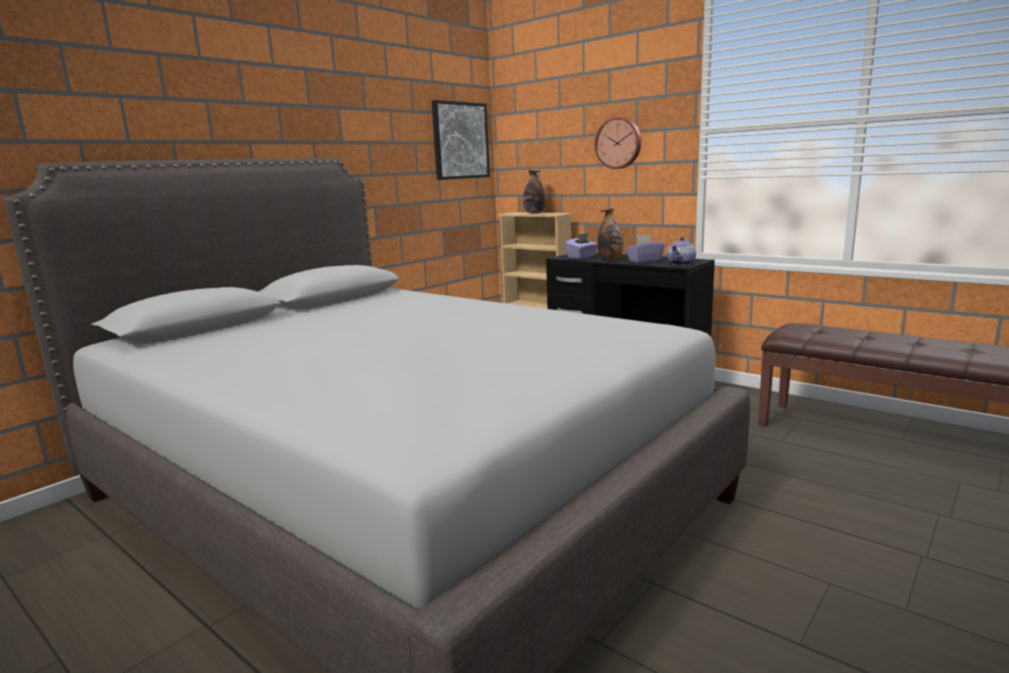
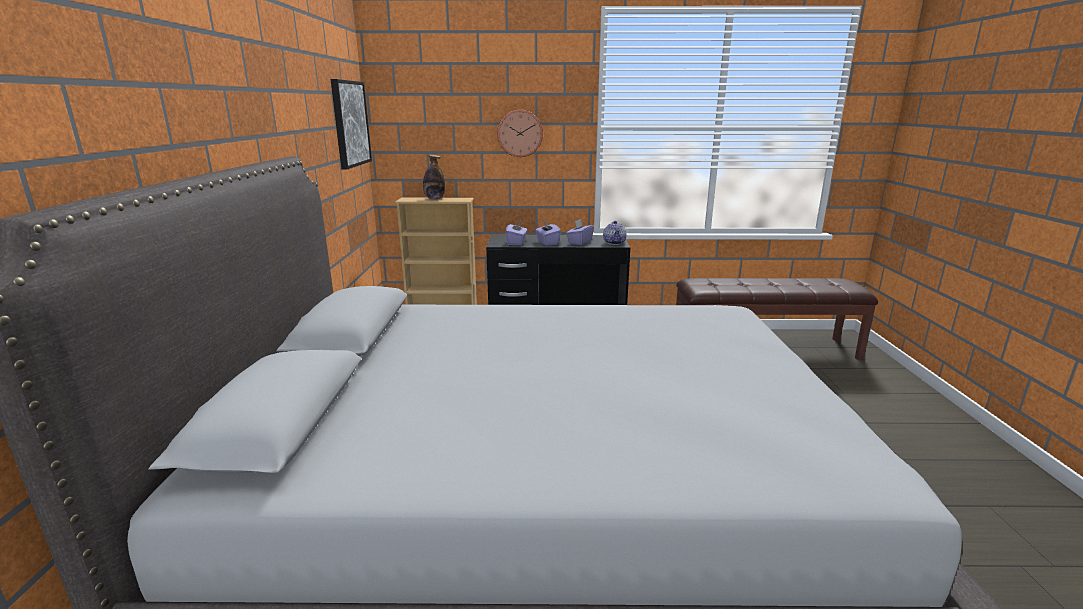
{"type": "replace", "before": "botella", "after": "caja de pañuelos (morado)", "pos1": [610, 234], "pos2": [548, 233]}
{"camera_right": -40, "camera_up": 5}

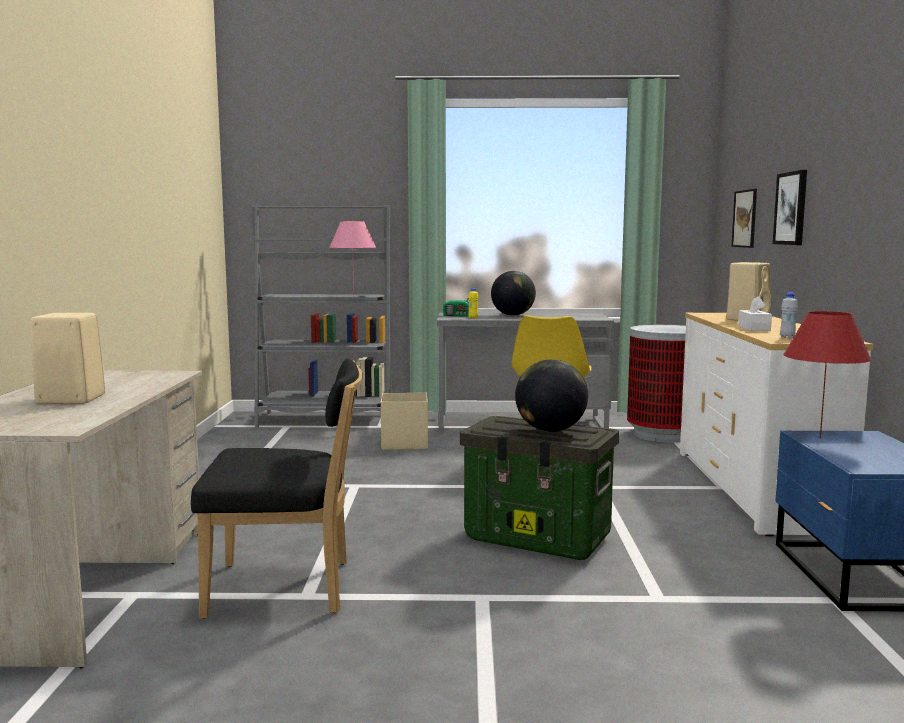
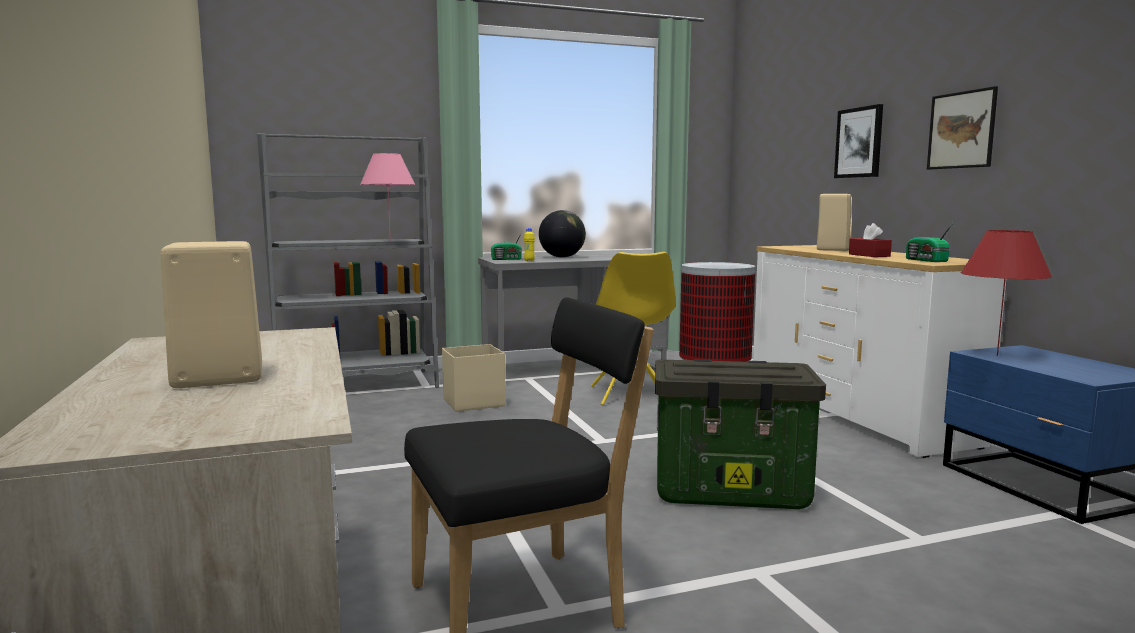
{"type": "recolor", "before": "caja de pañuelos (blanco)", "after": "caja de pañuelos (rojo)", "pos1": [755, 313], "pos2": [870, 240]}
{"type": "replace", "before": "botella (blanco)", "after": "radio", "pos1": [789, 315], "pos2": [930, 241]}
{"type": "move", "before": "cuadro", "pos1": [744, 218], "pos2": [962, 127]}
{"type": "delete", "before": "globo terráqueo", "pos1": [551, 395]}
{"camera_right": -20, "camera_up": 0}

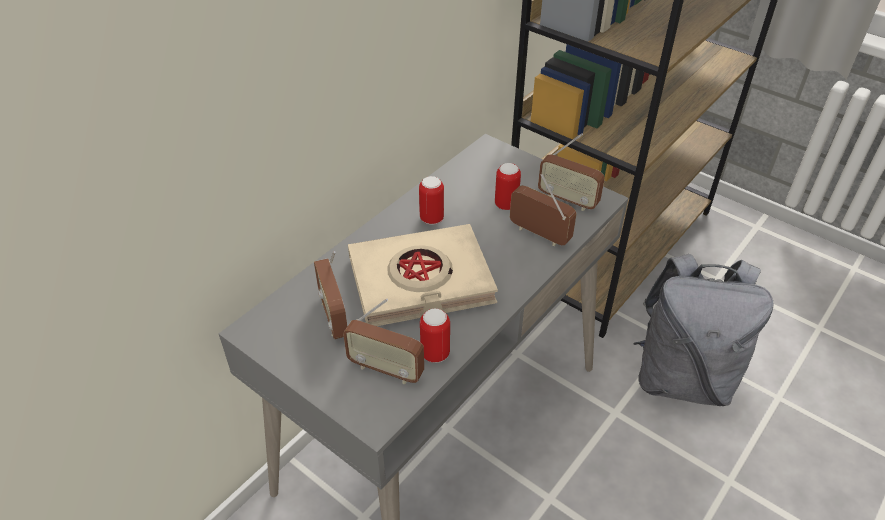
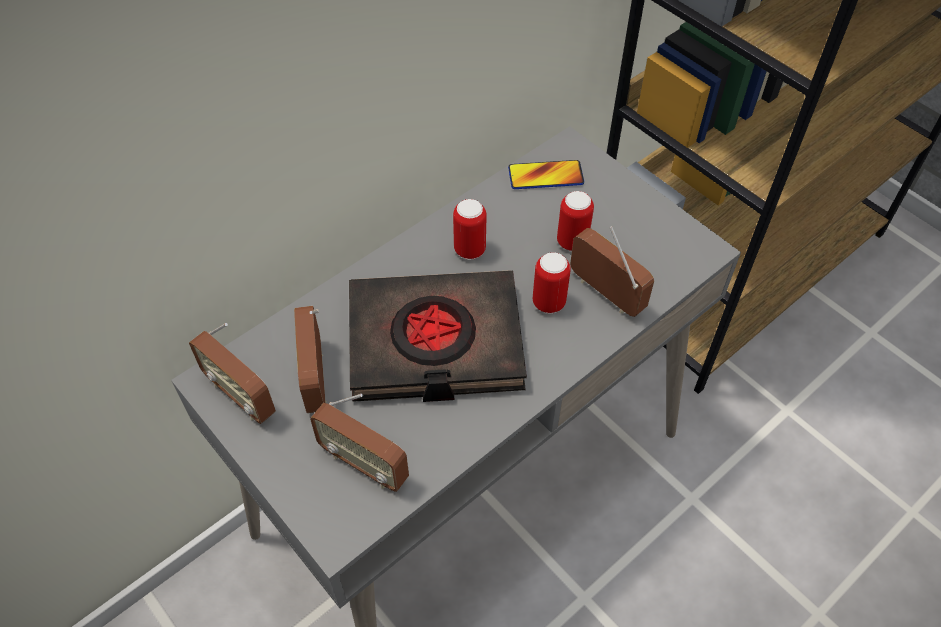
{"type": "move", "before": "radio", "pos1": [571, 172], "pos2": [232, 373]}
{"type": "recolor", "before": "libro (beis)", "after": "libro (negro)", "pos1": [423, 275], "pos2": [438, 336]}
{"type": "insert", "after": "móvil", "pos2": [546, 174]}
{"type": "move", "before": "lata", "pos1": [435, 335], "pos2": [552, 282]}
{"type": "delete", "before": "mochila (gris)", "pos1": [703, 330]}
{"camera_right": 10, "camera_up": 10}

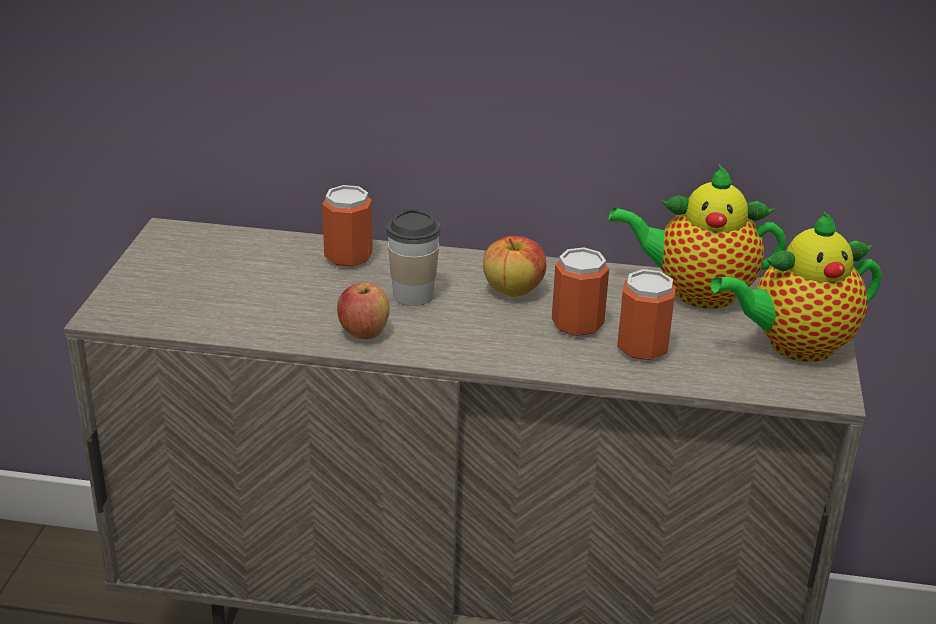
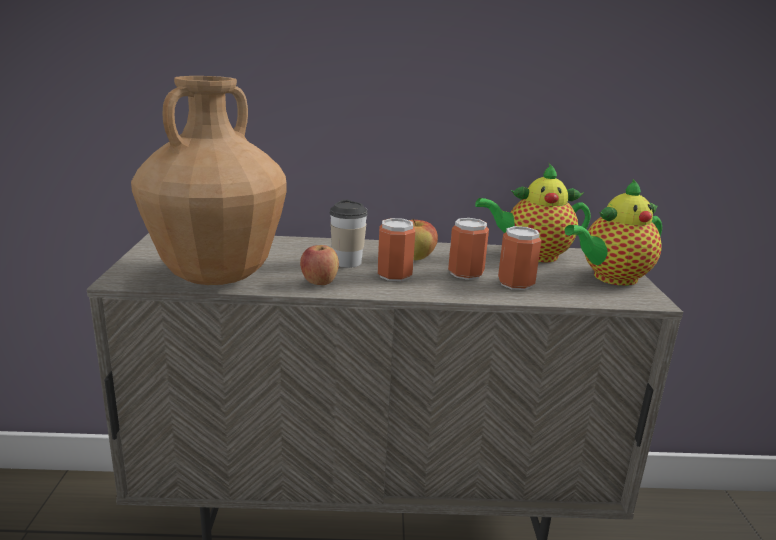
{"type": "insert", "after": "florero (marrón)", "pos2": [209, 180]}
{"type": "move", "before": "lata", "pos1": [347, 227], "pos2": [396, 249]}
{"camera_right": -10, "camera_up": -10}

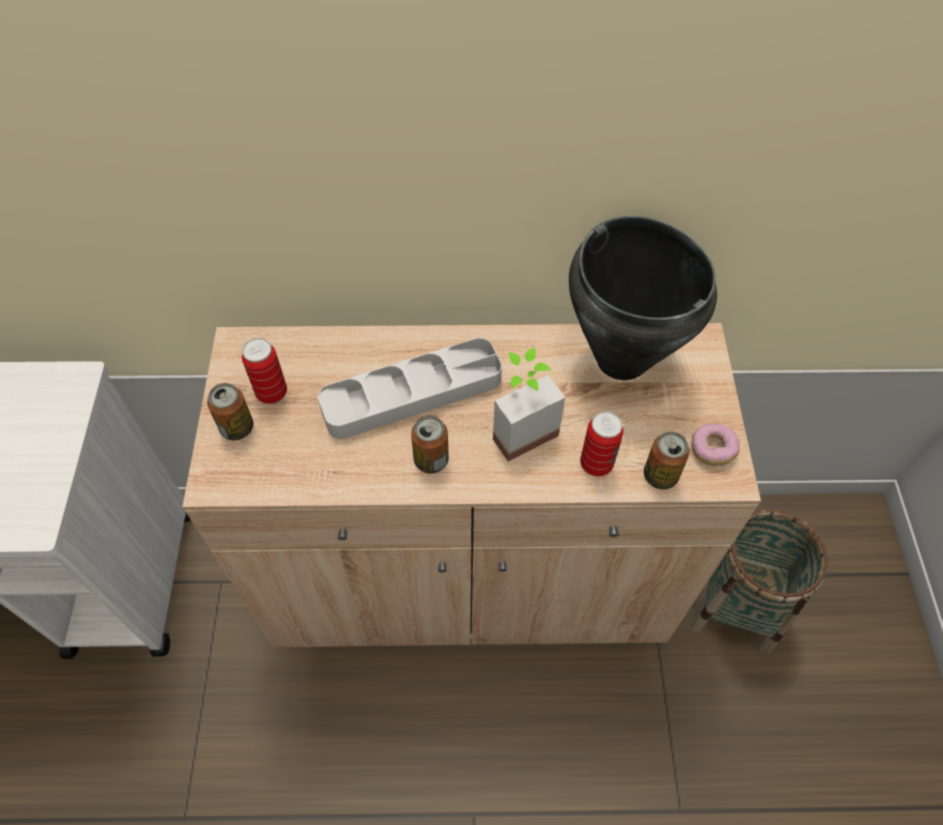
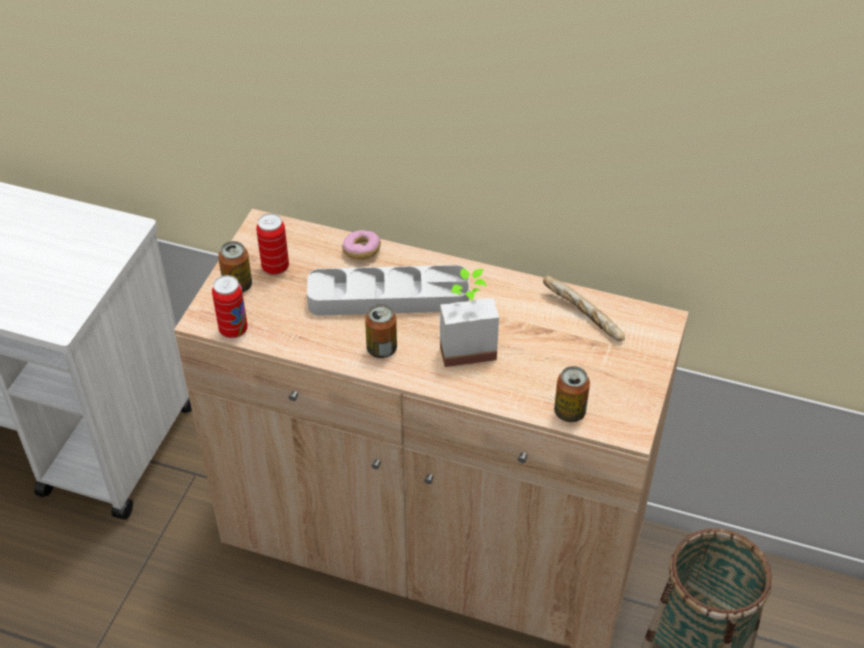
{"type": "move", "before": "lata", "pos1": [602, 444], "pos2": [230, 306]}
{"type": "move", "before": "rosquilla", "pos1": [716, 445], "pos2": [361, 245]}
{"type": "replace", "before": "olla (negro)", "after": "pan", "pos1": [643, 298], "pos2": [584, 308]}
{"camera_right": 20, "camera_up": -10}

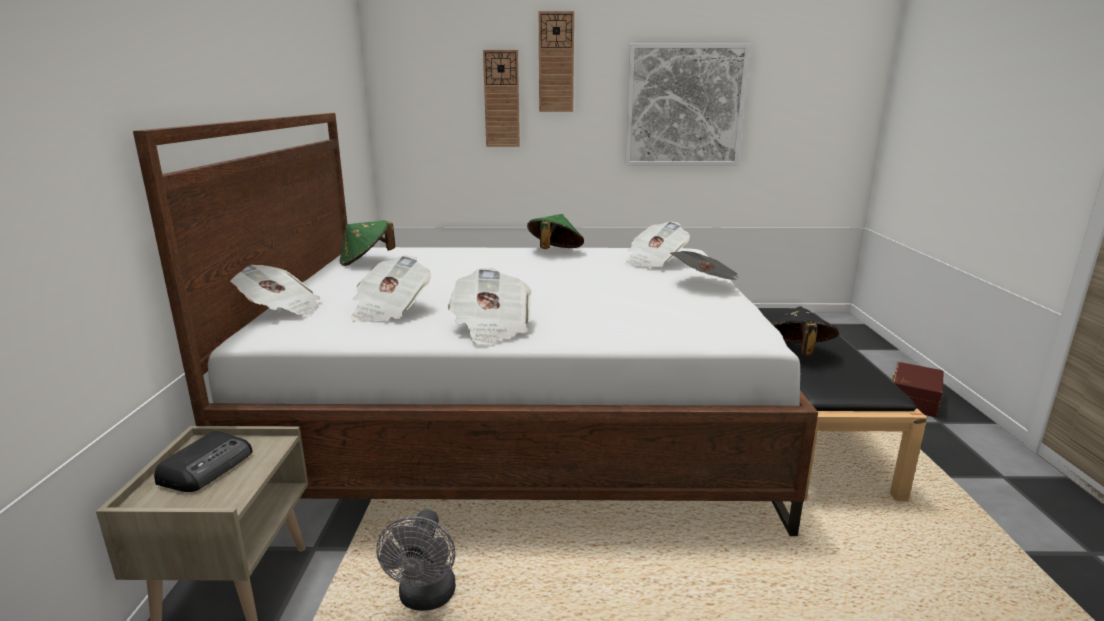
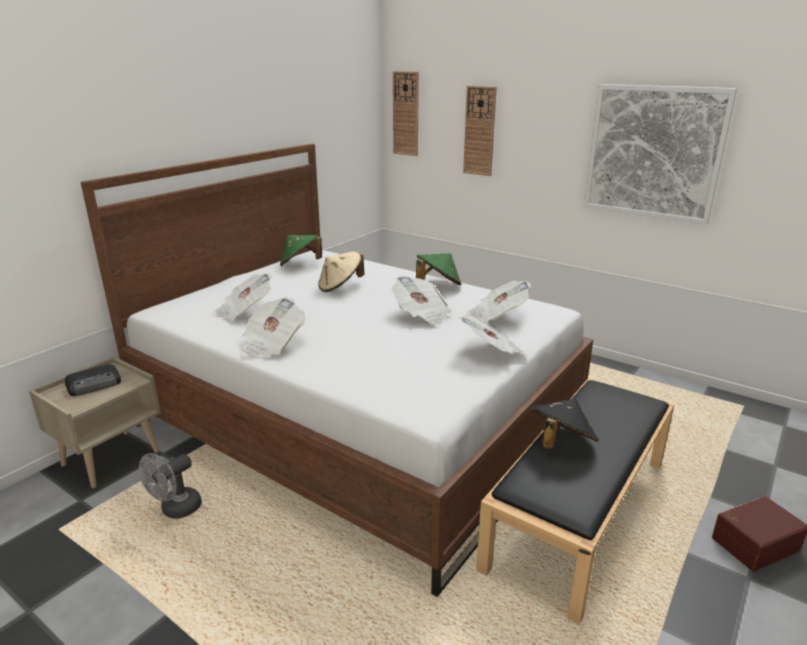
{"type": "insert", "after": "sombrero (beis)", "pos2": [341, 271]}
{"type": "move", "before": "periódico", "pos1": [275, 290], "pos2": [421, 300]}
{"type": "move", "before": "reloj de pared", "pos1": [556, 61], "pos2": [406, 113]}
{"camera_right": 35, "camera_up": 5}

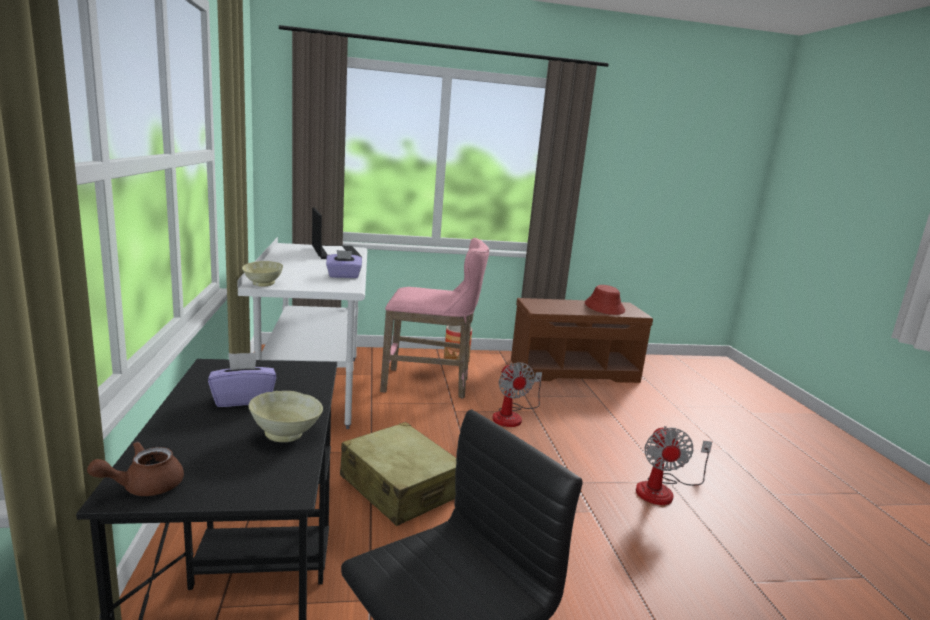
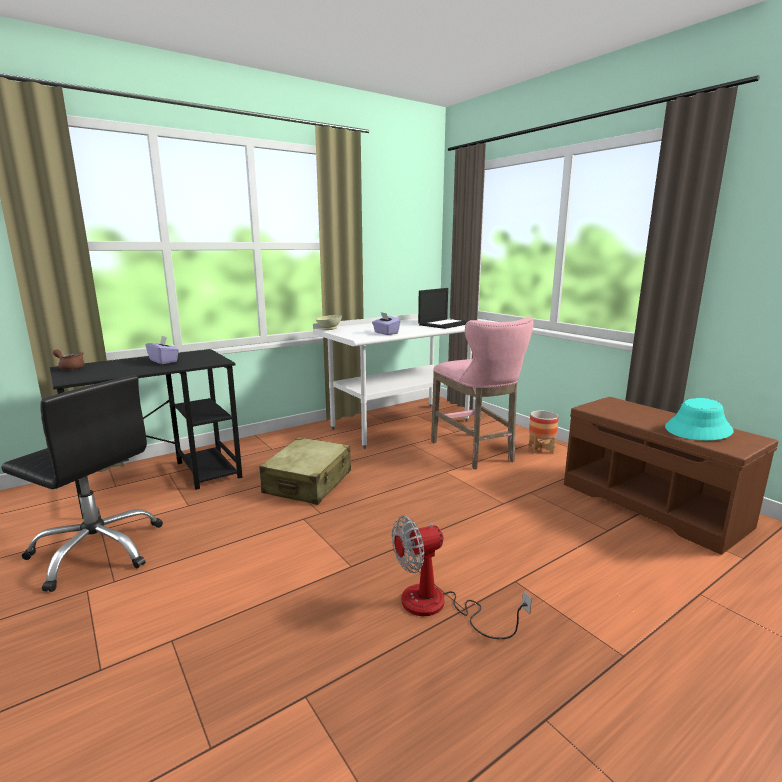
{"type": "recolor", "before": "sombrero (rojo)", "after": "sombrero (turquesa)", "pos1": [605, 300], "pos2": [699, 419]}
{"type": "delete", "before": "cuenco (beis)", "pos1": [286, 416]}
{"type": "delete", "before": "ventilador", "pos1": [517, 394]}
{"camera_right": 65, "camera_up": 0}

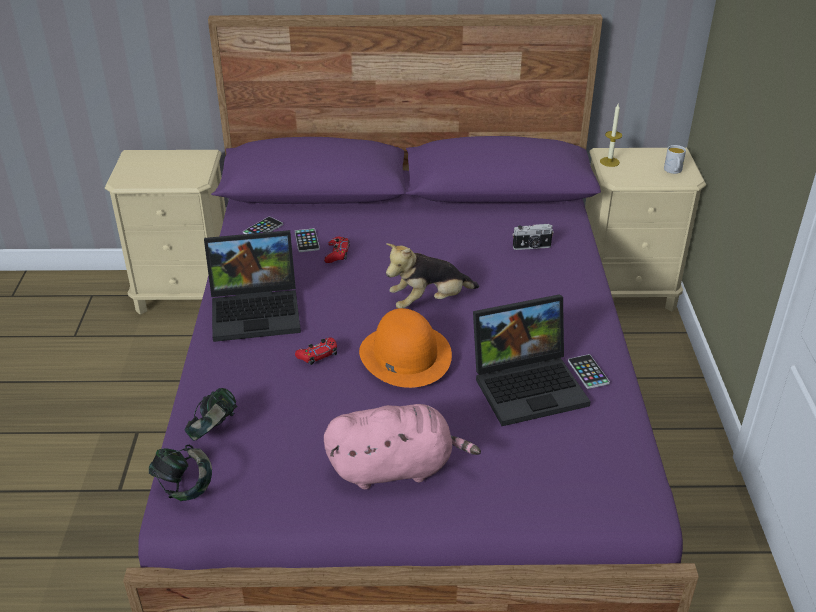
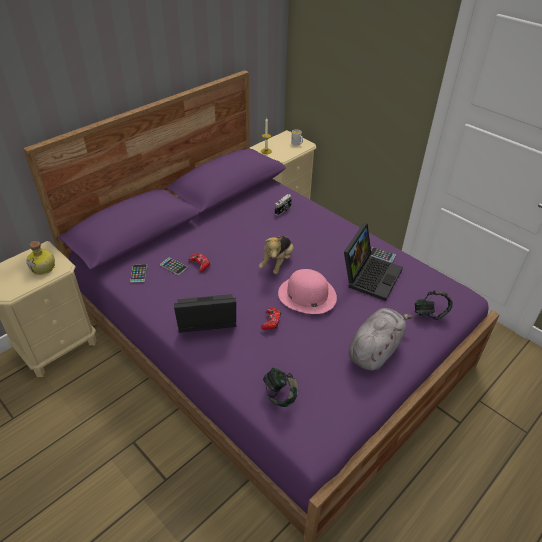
{"type": "insert", "after": "botella", "pos2": [40, 258]}
{"type": "rotate", "before": "portátil", "pos1": [252, 286], "pos2": [205, 313], "turn": -135}
{"type": "recolor", "before": "sombrero (naranja)", "after": "sombrero (rosa)", "pos1": [405, 348], "pos2": [307, 291]}
{"type": "recolor", "before": "peluche (rosa)", "after": "peluche (gris)", "pos1": [402, 446], "pos2": [381, 339]}
{"type": "move", "before": "auriculares", "pos1": [180, 473], "pos2": [433, 305]}
{"camera_right": -45, "camera_up": 5}

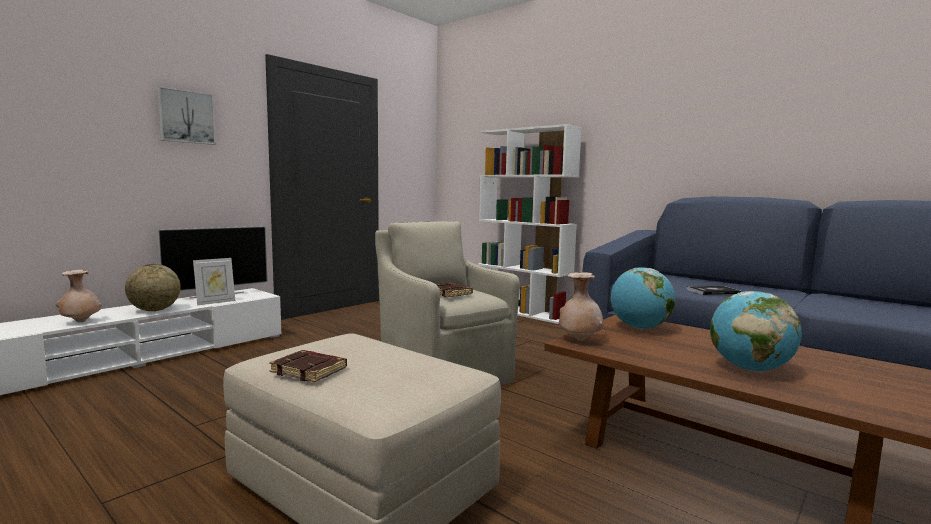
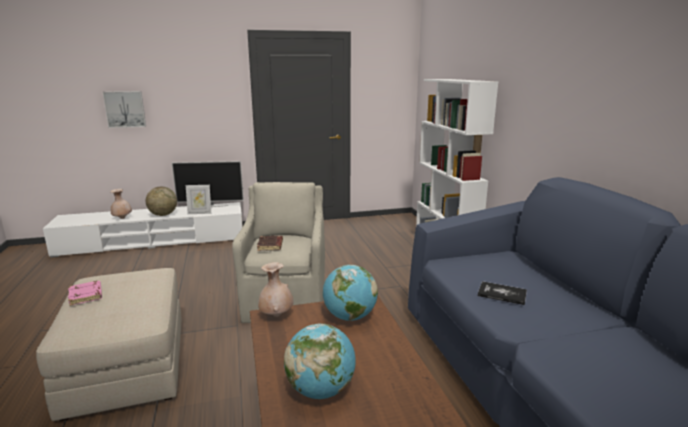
{"type": "recolor", "before": "libro (marrón)", "after": "libro (rosa)", "pos1": [308, 366], "pos2": [85, 293]}
{"type": "move", "before": "cuadro", "pos1": [186, 115], "pos2": [124, 109]}
{"camera_right": 35, "camera_up": 10}

